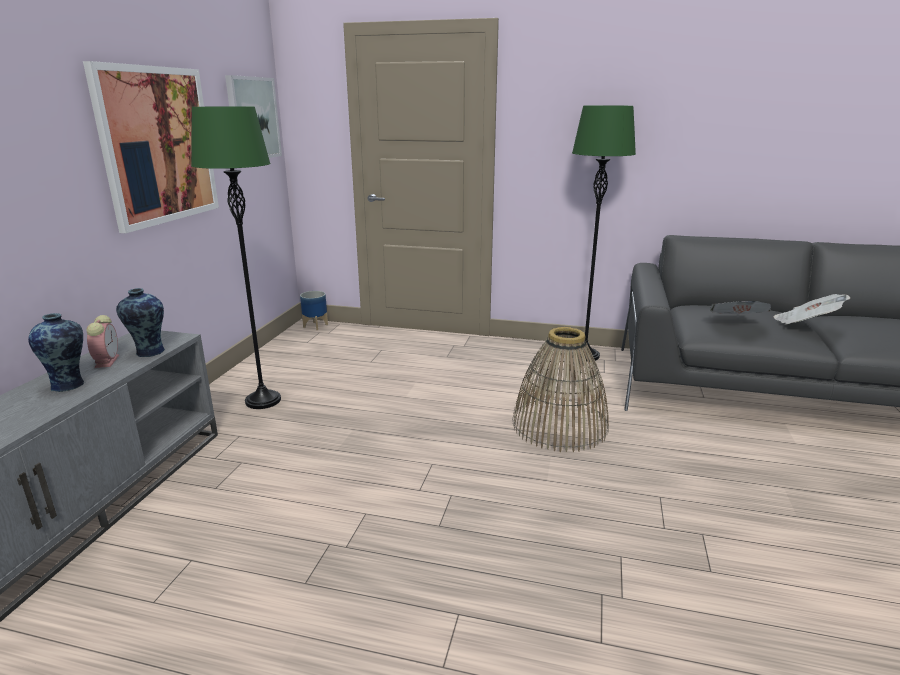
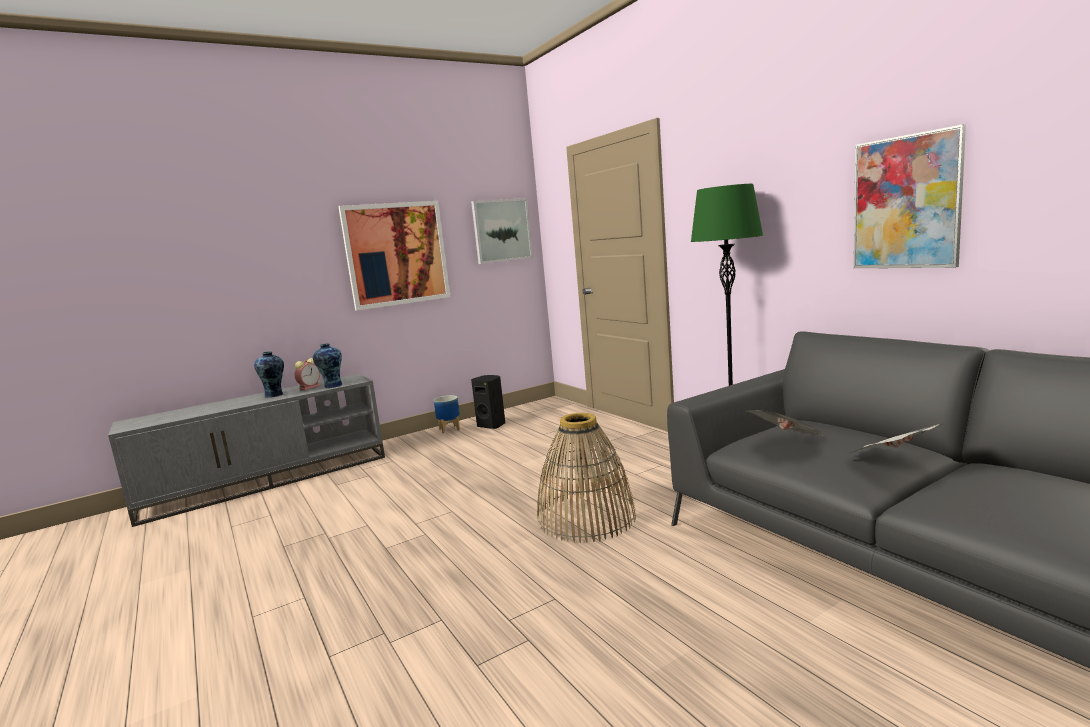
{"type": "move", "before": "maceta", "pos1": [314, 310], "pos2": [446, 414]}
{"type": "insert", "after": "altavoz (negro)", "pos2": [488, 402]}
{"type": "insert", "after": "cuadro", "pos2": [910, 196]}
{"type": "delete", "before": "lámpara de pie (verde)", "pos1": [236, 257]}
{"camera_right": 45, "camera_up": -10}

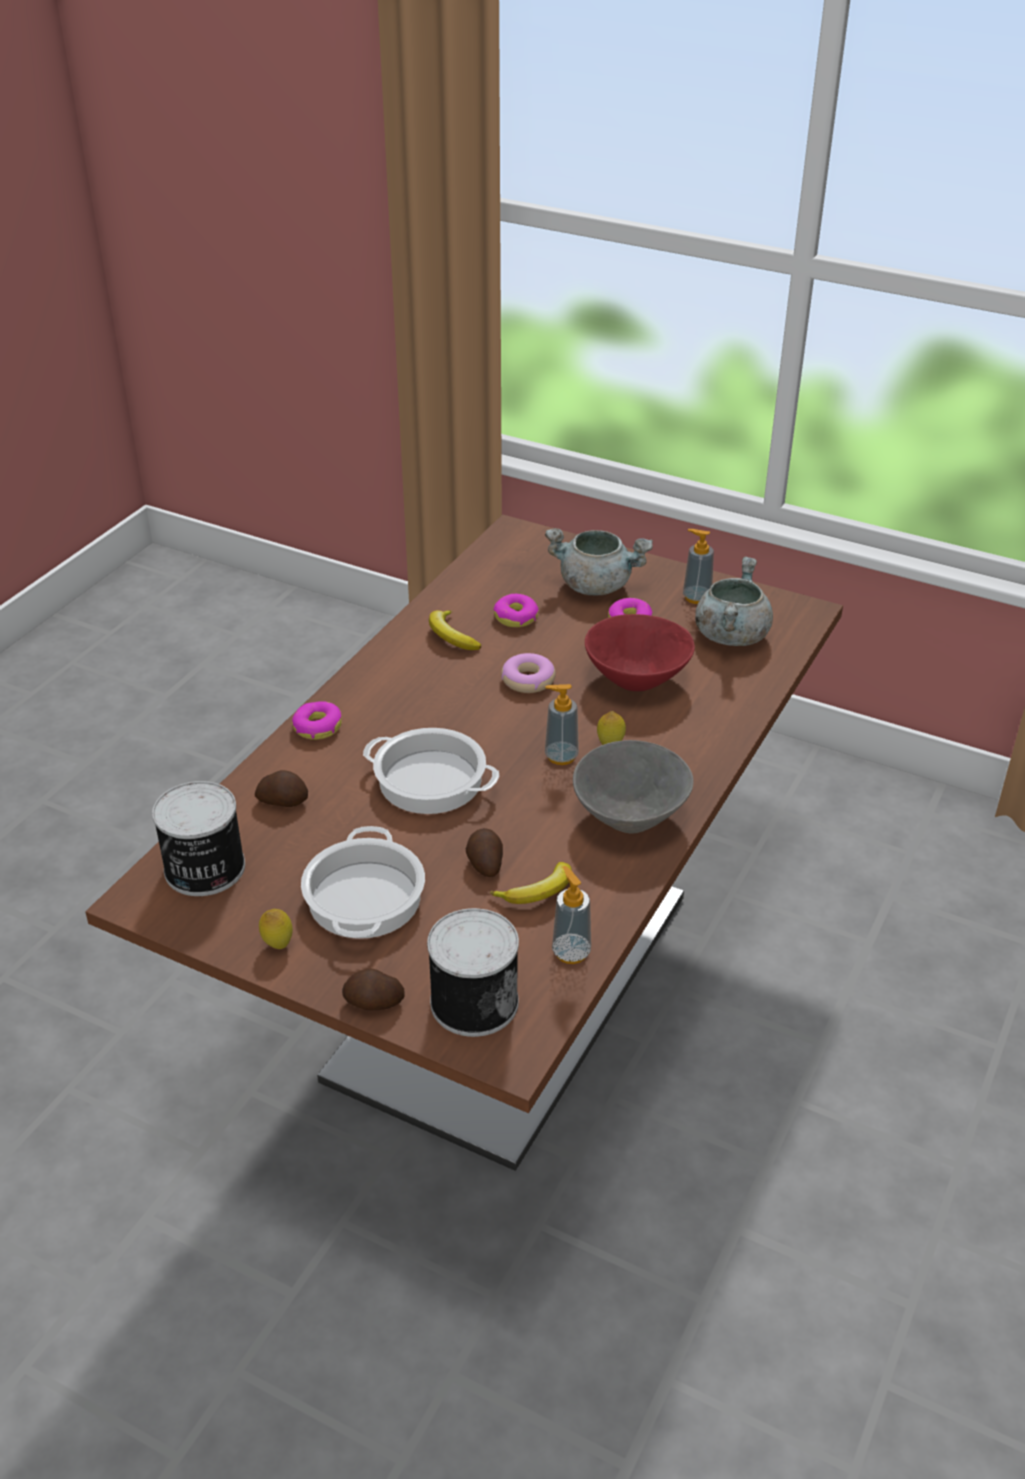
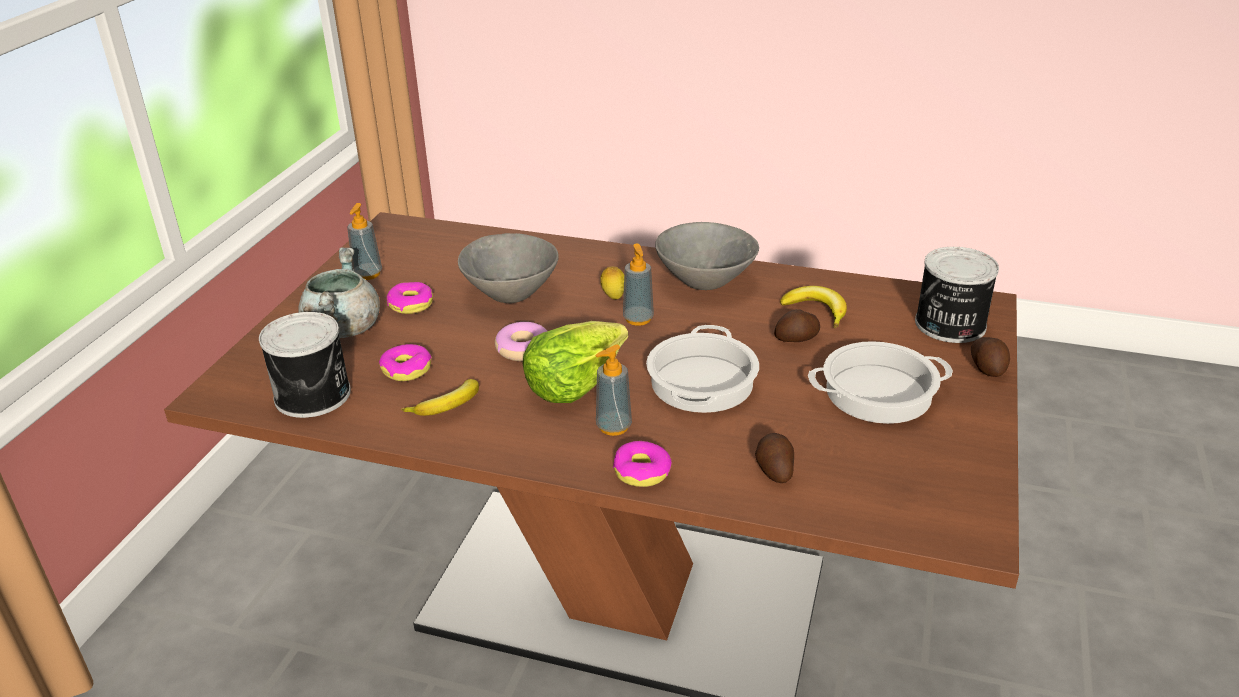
{"type": "move", "before": "lata", "pos1": [198, 838], "pos2": [305, 365]}
{"type": "recolor", "before": "cuenco (rojo)", "after": "cuenco (gris)", "pos1": [640, 652], "pos2": [508, 268]}
{"type": "insert", "after": "lechuga", "pos2": [575, 362]}
{"type": "move", "before": "dispensador de jabón", "pos1": [571, 915], "pos2": [613, 390]}
{"type": "delete", "before": "limón", "pos1": [276, 929]}
{"type": "delete", "before": "olla (gris)", "pos1": [734, 601]}
{"camera_right": -100, "camera_up": -5}

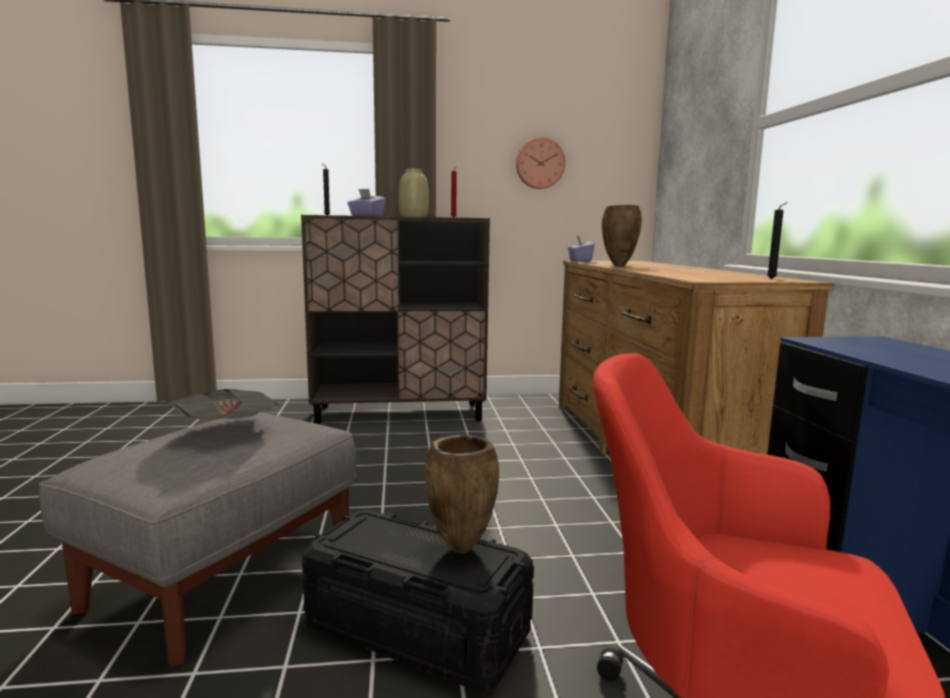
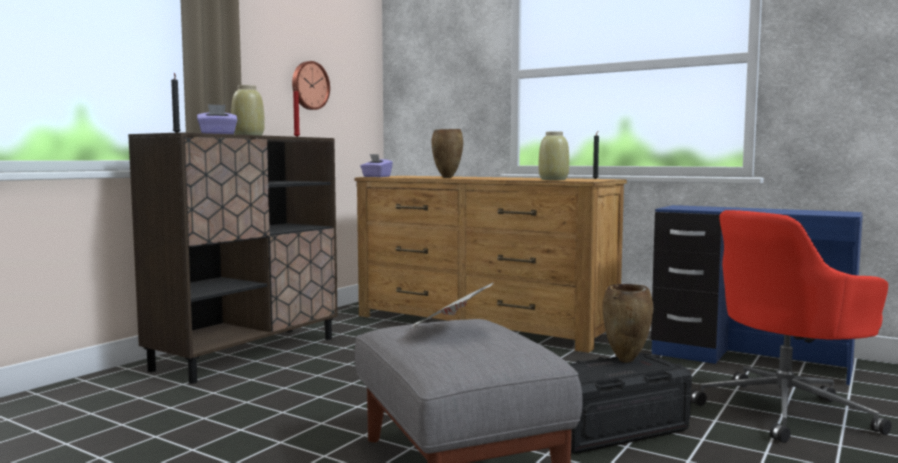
{"type": "insert", "after": "florero (beis)", "pos2": [554, 155]}
{"camera_right": -50, "camera_up": -5}

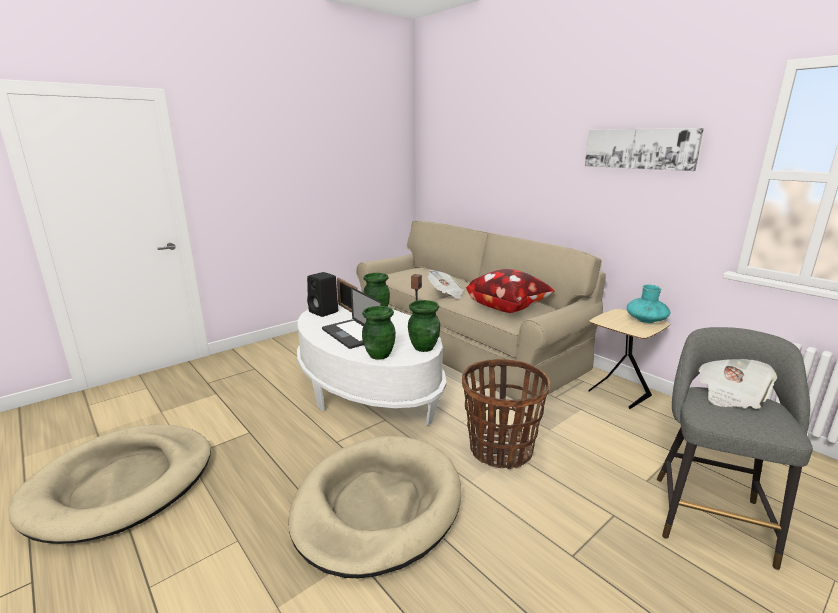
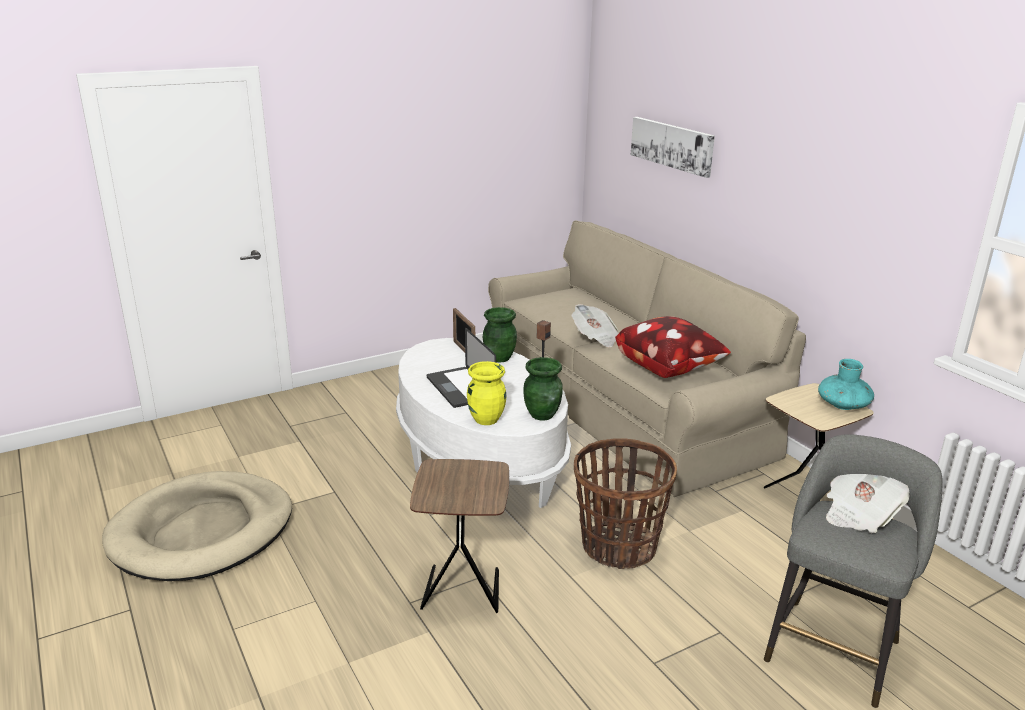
{"type": "replace", "before": "cama para perro (beis)", "after": "mesa auxiliar (marrón)", "pos1": [374, 507], "pos2": [459, 536]}
{"type": "recolor", "before": "florero (verde)", "after": "florero (amarillo)", "pos1": [379, 333], "pos2": [487, 393]}
{"type": "move", "before": "cuadro", "pos1": [644, 149], "pos2": [673, 147]}
{"type": "delete", "before": "altavoz (negro)", "pos1": [322, 294]}
{"camera_right": 10, "camera_up": 5}

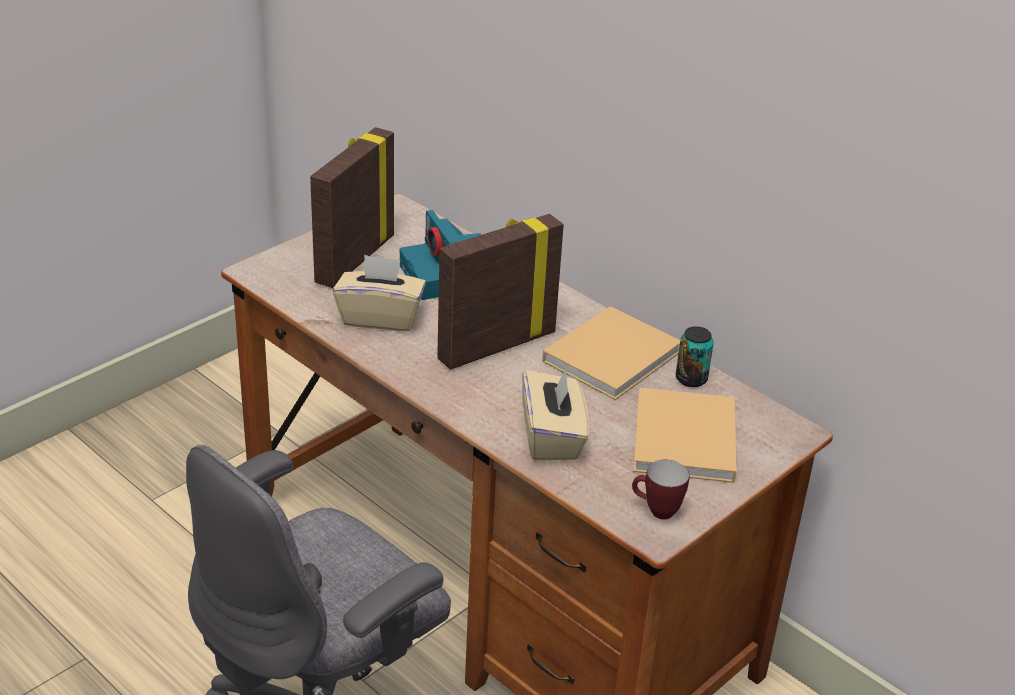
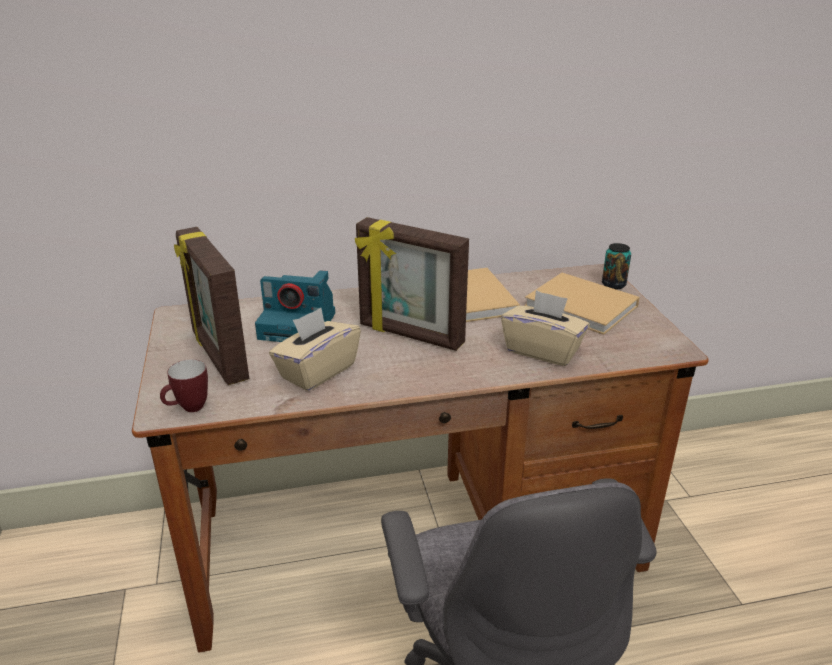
{"type": "move", "before": "taza grande", "pos1": [661, 489], "pos2": [184, 385]}
{"type": "rotate", "before": "portarretratos", "pos1": [500, 292], "pos2": [412, 284], "turn": -60}
{"type": "move", "before": "lata", "pos1": [695, 356], "pos2": [616, 266]}
{"camera_right": -55, "camera_up": -5}

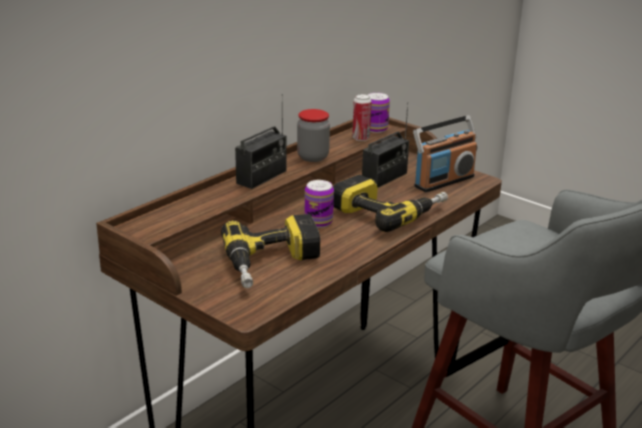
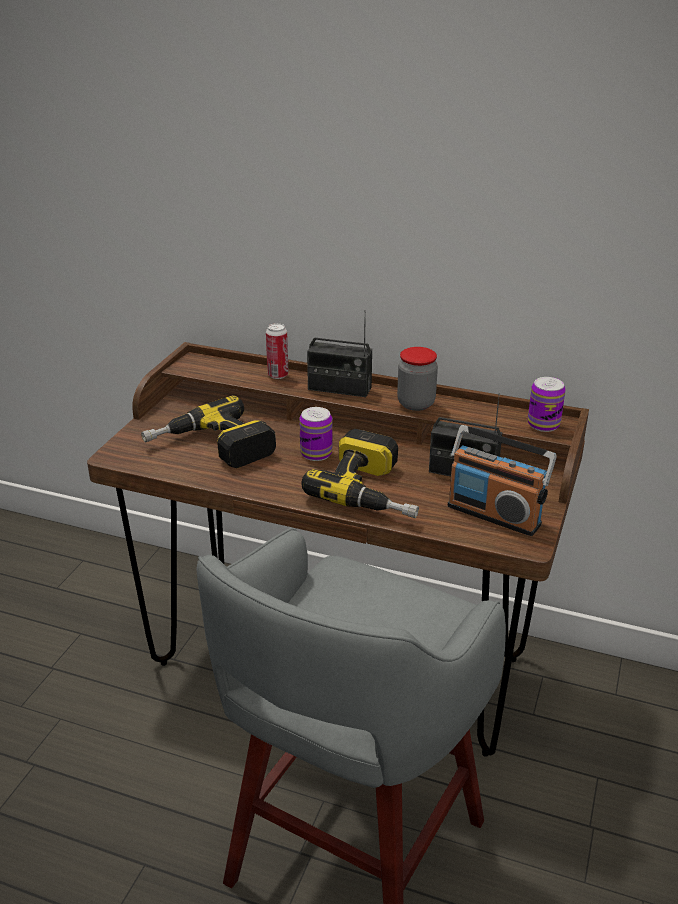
{"type": "move", "before": "lata", "pos1": [362, 117], "pos2": [277, 351]}
{"camera_right": 70, "camera_up": 5}

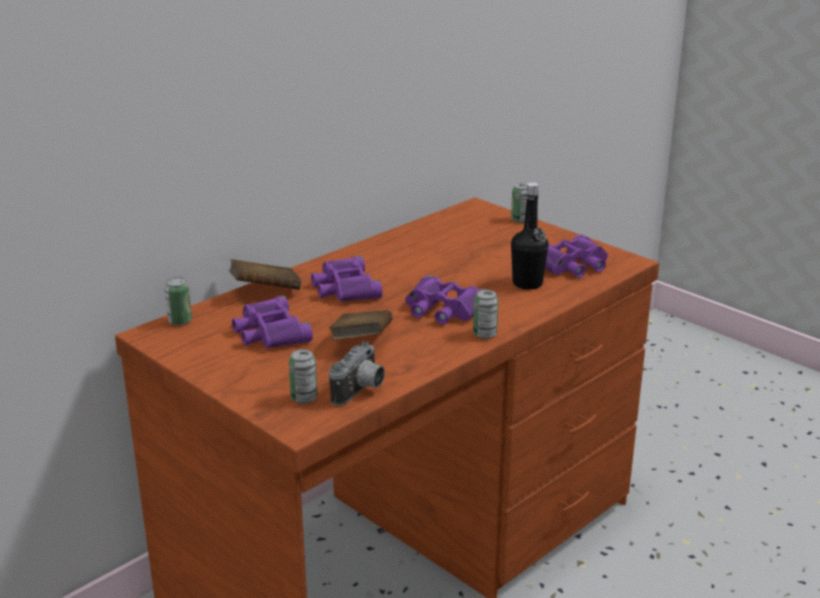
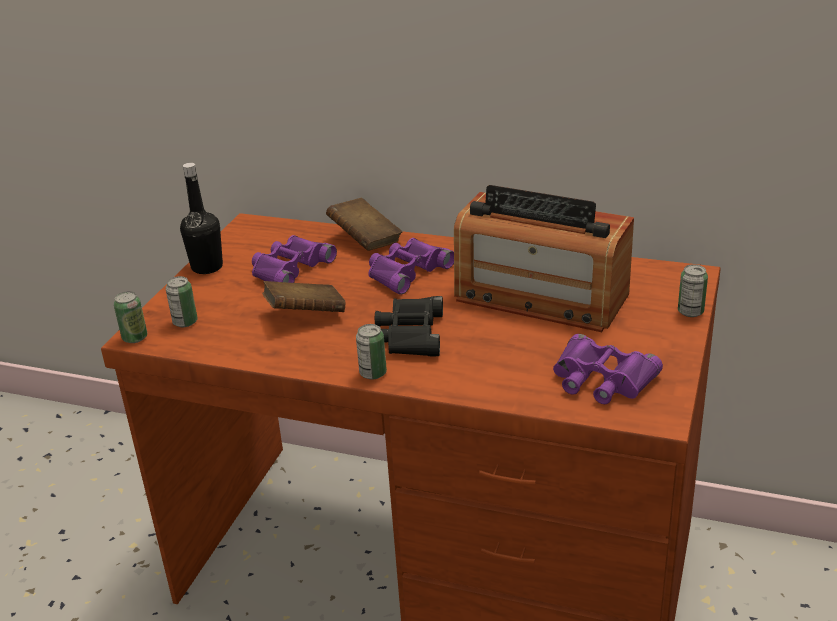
{"type": "move", "before": "lata", "pos1": [178, 301], "pos2": [130, 317]}
{"type": "move", "before": "botella (negro)", "pos1": [530, 236], "pos2": [201, 218]}
{"type": "recolor", "before": "prismáticos (morado)", "after": "prismáticos (negro)", "pos1": [446, 300], "pos2": [409, 326]}
{"type": "insert", "after": "radio", "pos2": [544, 258]}
{"type": "delete", "before": "cámara", "pos1": [357, 373]}
{"camera_right": 65, "camera_up": 5}

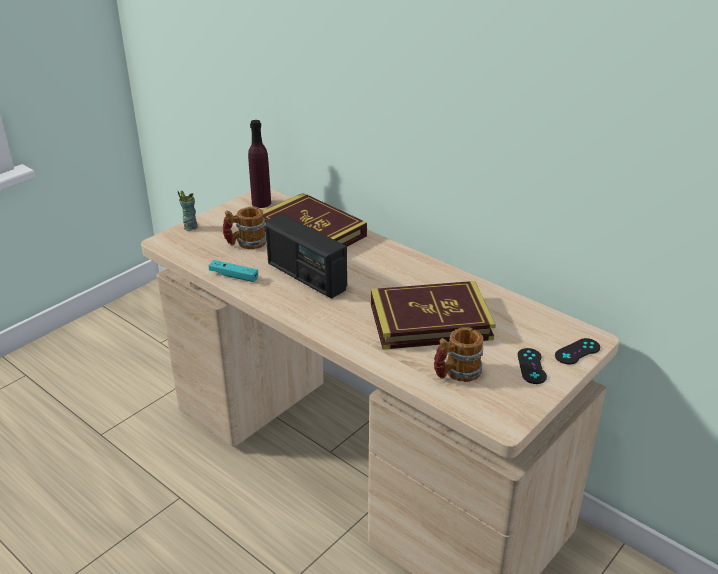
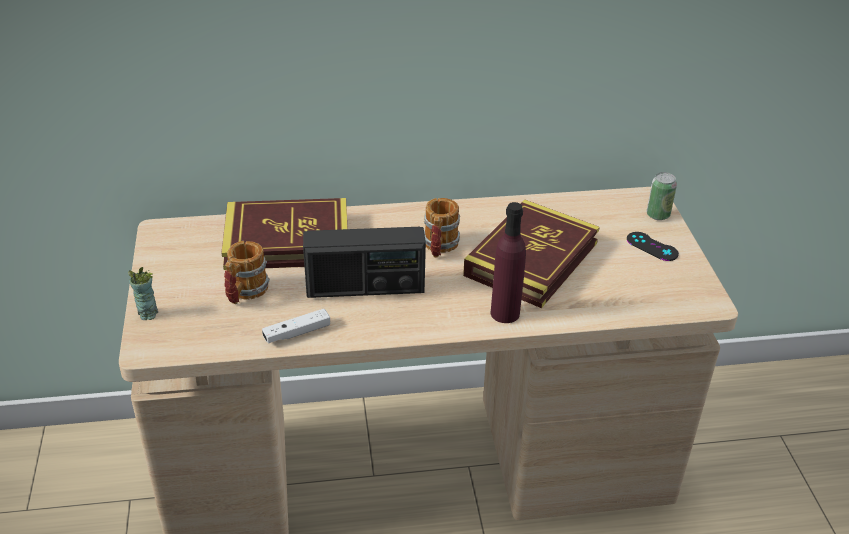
{"type": "recolor", "before": "mando de consola (turquesa)", "after": "mando de consola (blanco)", "pos1": [233, 271], "pos2": [296, 326]}
{"type": "move", "before": "taza grande", "pos1": [459, 354], "pos2": [442, 228]}
{"type": "move", "before": "botella (morado)", "pos1": [259, 164], "pos2": [508, 262]}
{"type": "replace", "before": "mando de consola (negro)", "after": "lata", "pos1": [577, 351], "pos2": [662, 196]}
{"camera_right": -50, "camera_up": 5}

